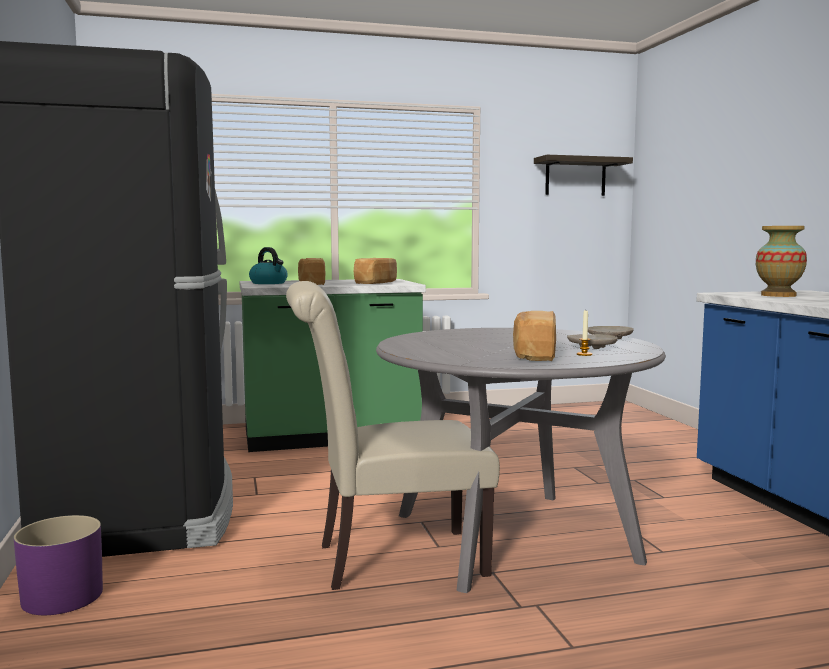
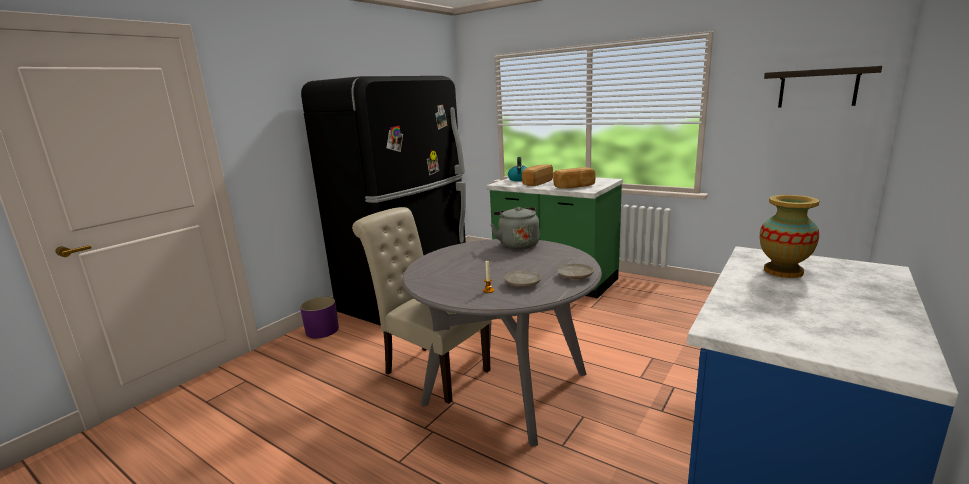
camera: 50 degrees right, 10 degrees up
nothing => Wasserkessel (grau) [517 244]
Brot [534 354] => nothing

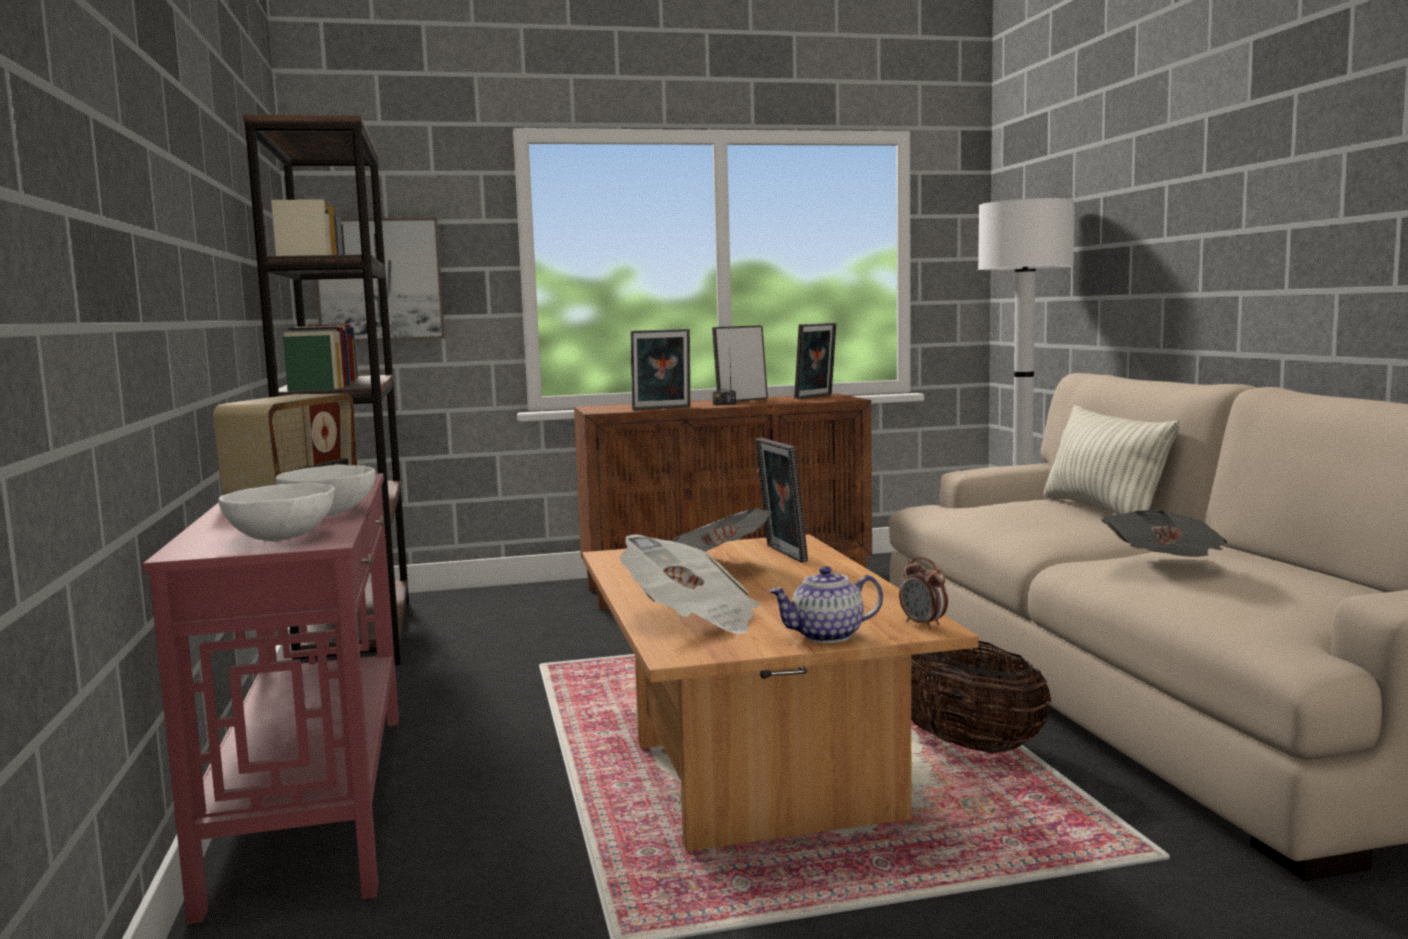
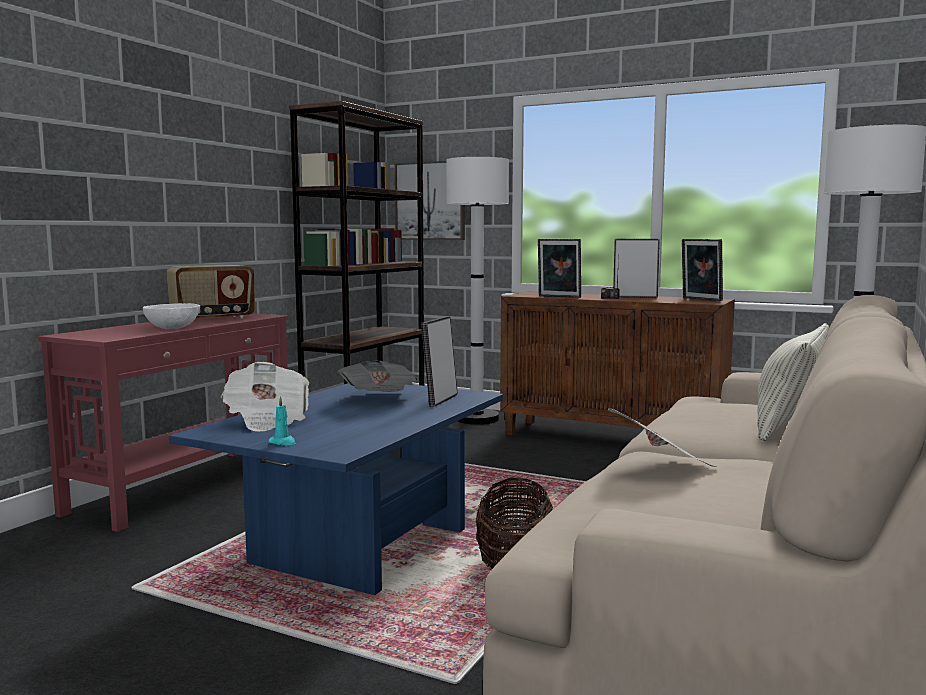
camera: 40 degrees right, 0 degrees up
Couchtisch (braun) [752 779] => Couchtisch (blau) [357 544]
Teekanne [826 636] => Kerze (türkis) [283 442]
nothing => Stehlampe (weiß) [476 419]
Bilderrahmen [816 396] => Bilderrahmen [700 299], 60 degrees clockwise
Schüssel (weiß) [282 538] => nothing
Wecker [923 624] => nothing

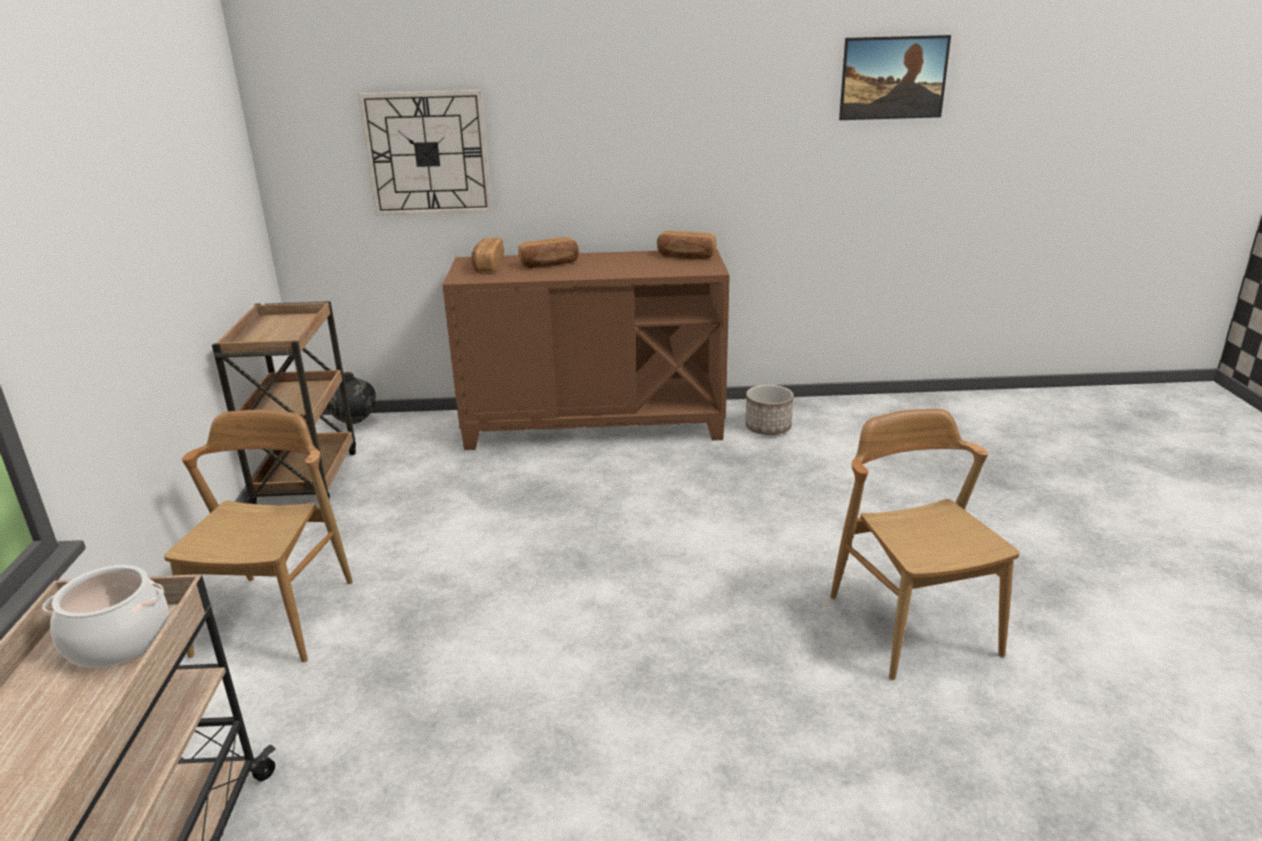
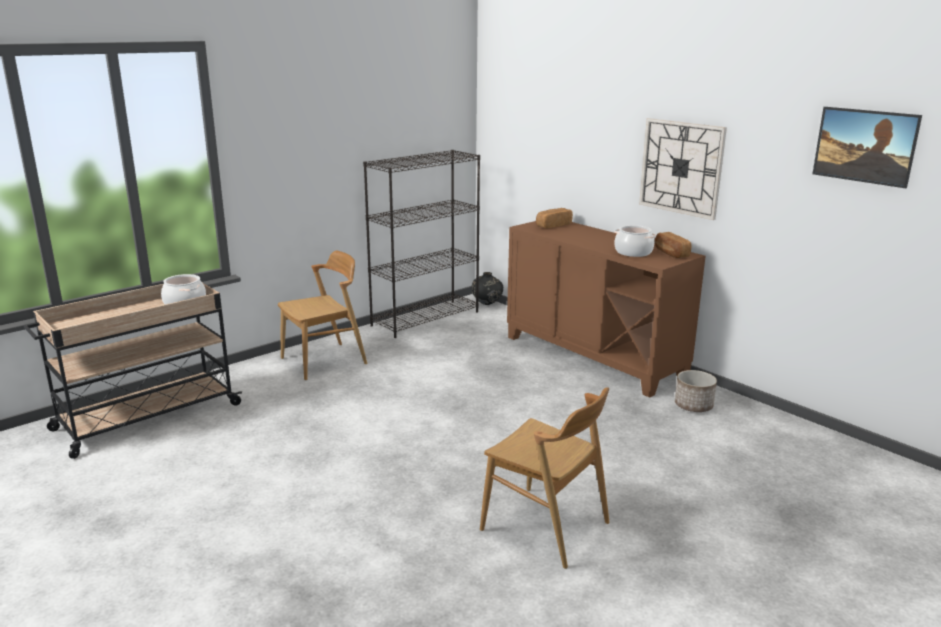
camera: 50 degrees right, 5 degrees down
Rollwagen (braun) [307 478] => Bücherregal (schwarz) [426 318]
Stuhl (braun) [913 625] => Stuhl (braun) [545 526], 90 degrees clockwise
nothing => Kochtopf [633 252]
Wanduhr [427 154] => Wanduhr [681 167], move
Brot [549 264] => nothing

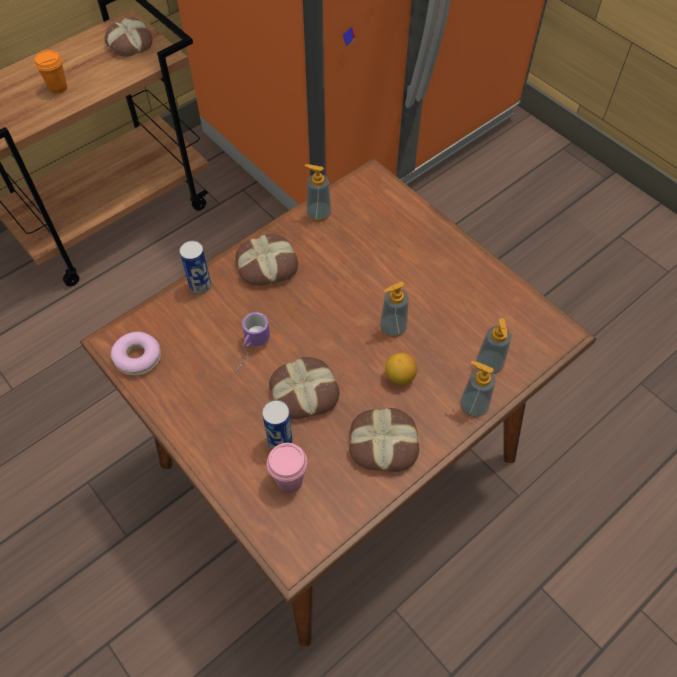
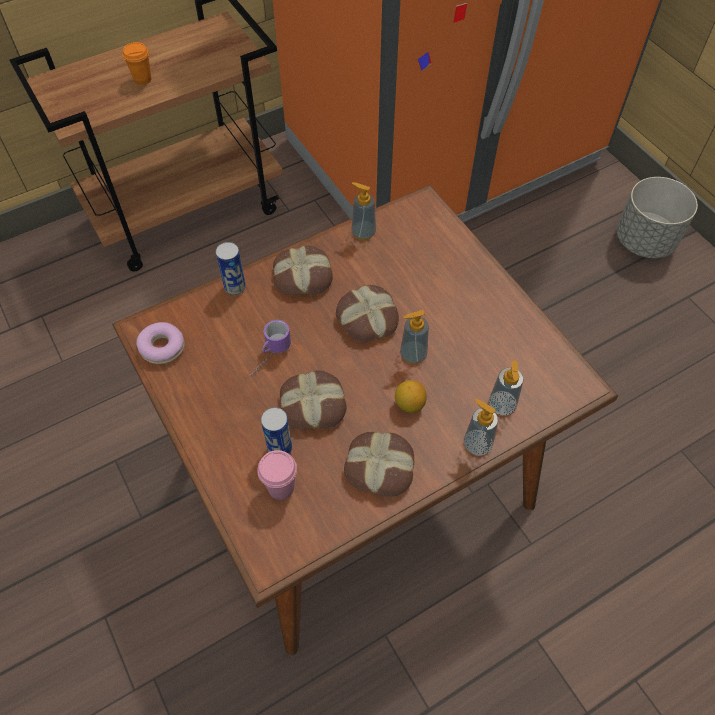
camera: 10 degrees right, 0 degrees up
Brot [129 44] => Brot [366 319], move
nothing => Pflanzkübel (grau) [645 241]

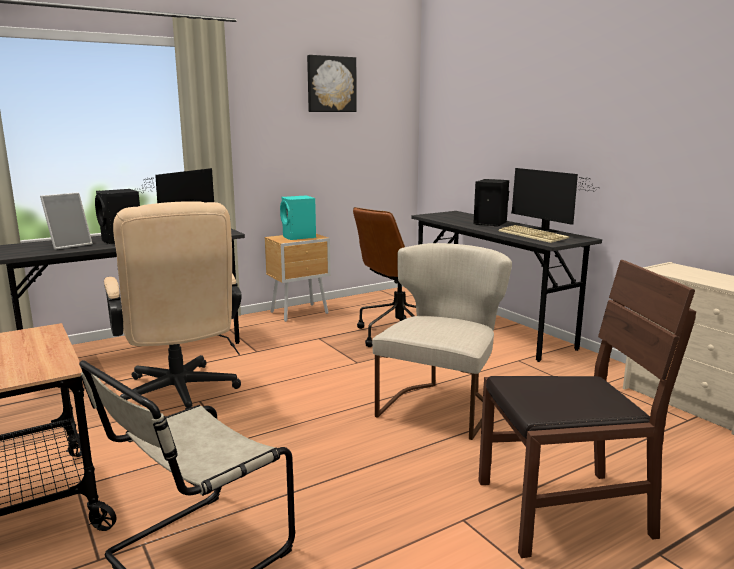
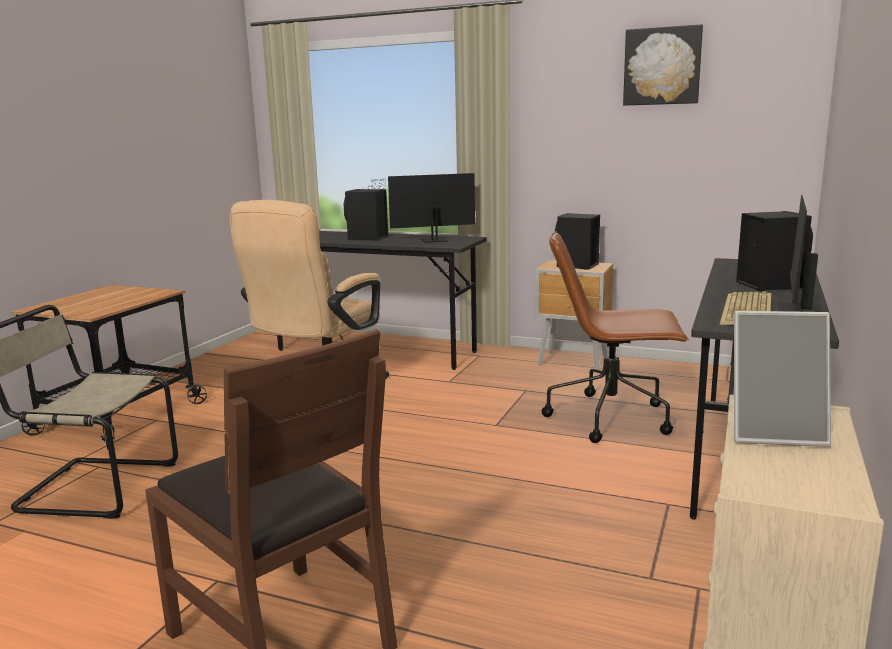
camera: 55 degrees right, 0 degrees up
Lautsprecher (türkis) [299 237] => Lautsprecher (schwarz) [576 266]
Bilderrahmen [69 245] => Bilderrahmen [774 433], move
Stuhl (beige) [441 405] => nothing

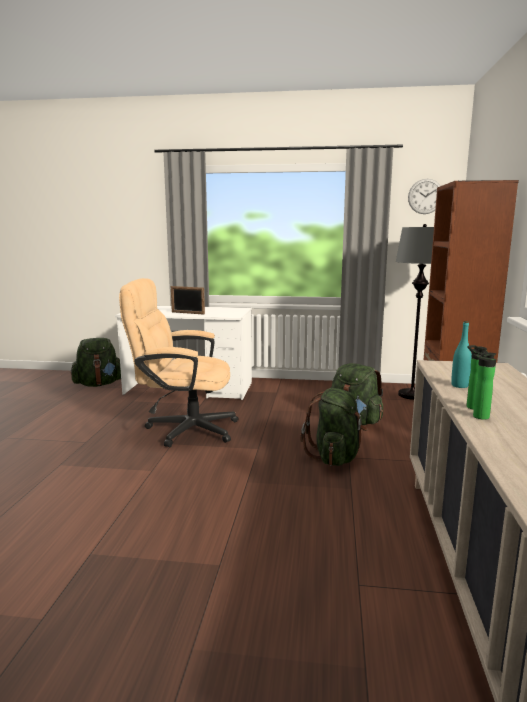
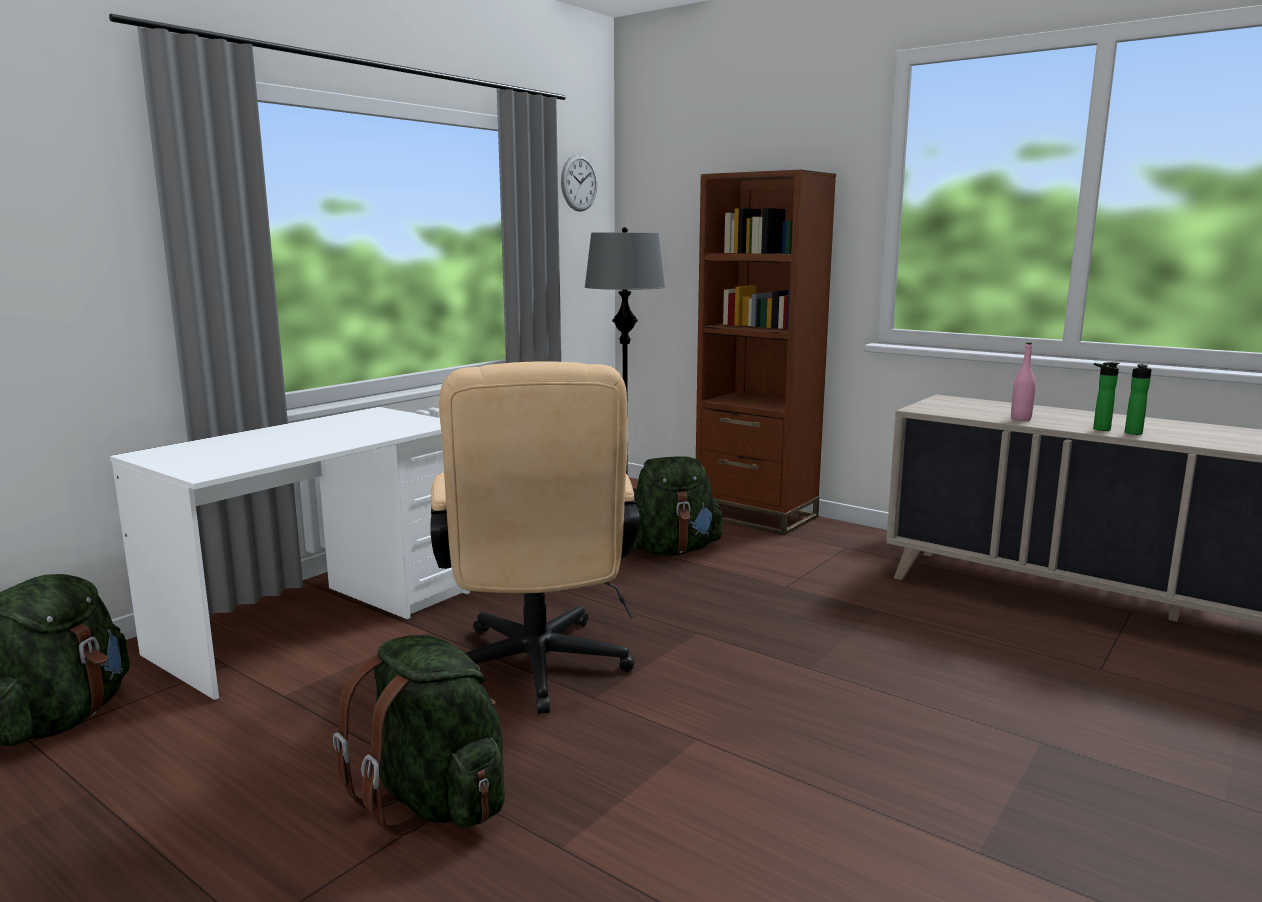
camera: 60 degrees left, 0 degrees up
Rucksack (grün) [335 457] => Rucksack (grün) [434 800], move
Bürostuhl (beige) [183 429] => Bürostuhl (beige) [536 673], 45 degrees counterclockwise
Flasche (türkis) [459 385] => Flasche (rosa) [1020 419]
Bilderrahmen [187 313] => nothing

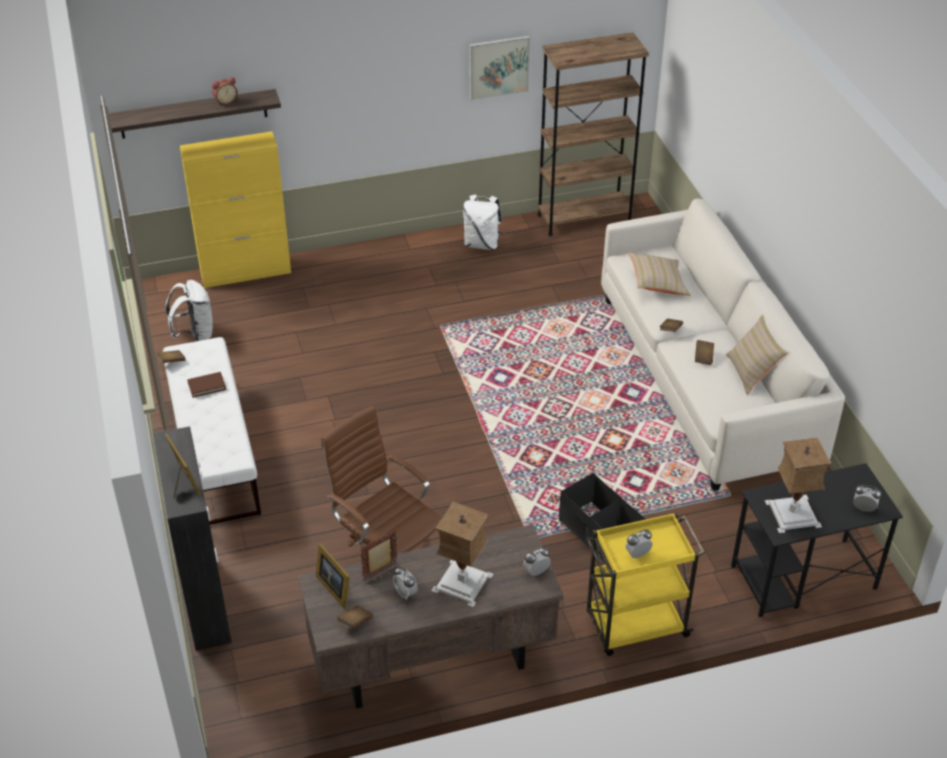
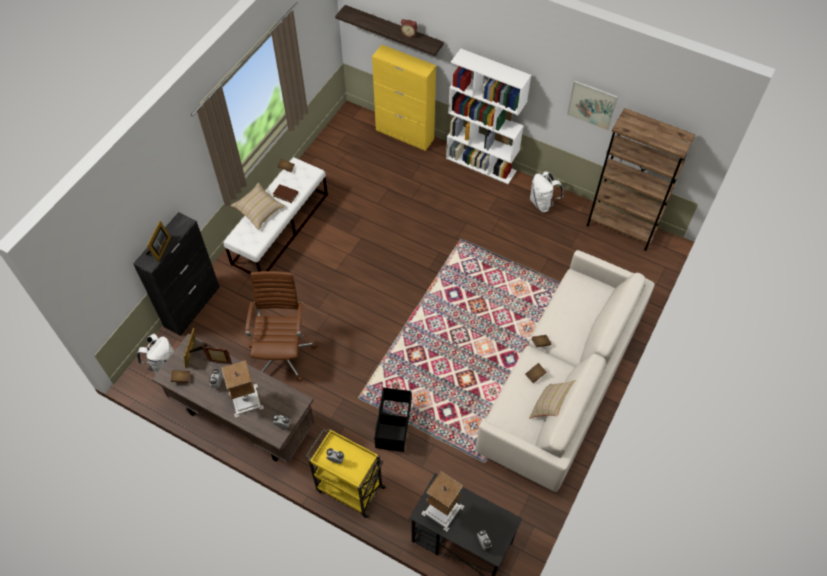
camera: 45 degrees right, 15 degrees up
Rucksack (weiß) [195 335] => Rucksack (weiß) [163 365], move
Kissen (beige) [657 283] => Kissen (beige) [259 211], move
nothing => Bücherregal (weiß) [481 164]

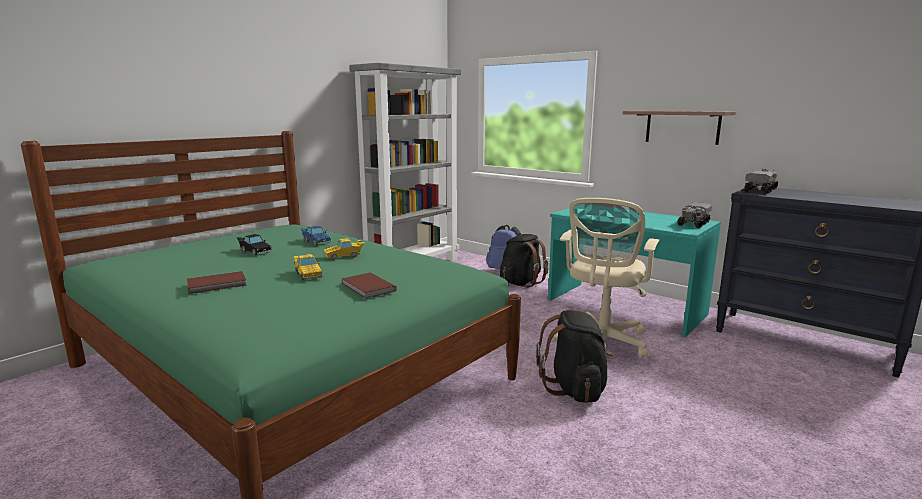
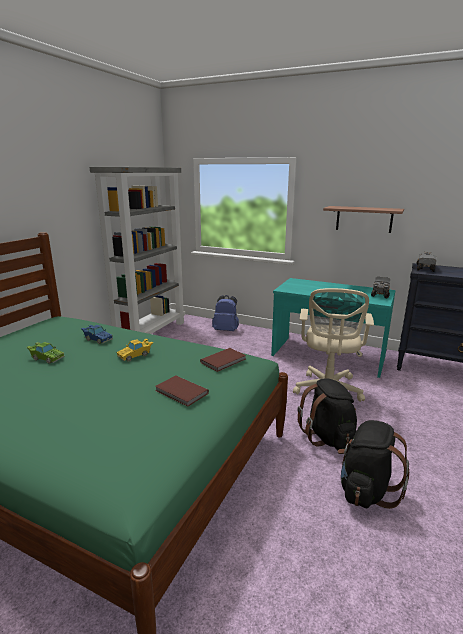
camera: 15 degrees left, 5 degrees up
Spielzeugauto (schwarz) [254 251] => Spielzeugauto (grün) [46 358]
Buch (braun) [218 285] => Buch (braun) [224 361], move
Rucksack (schwarz) [521 283] => Rucksack (schwarz) [365 490], move
Spielzeugauto (gelb) [308 274] => nothing

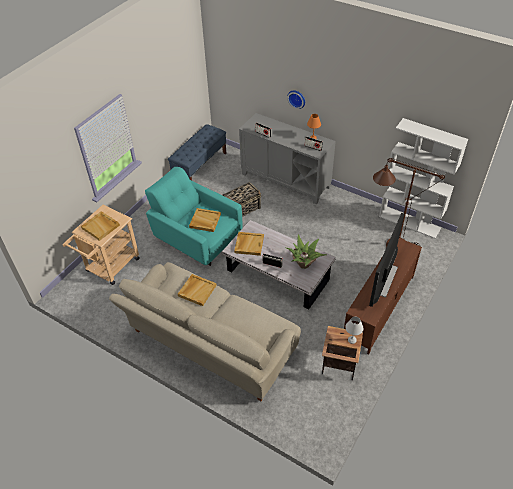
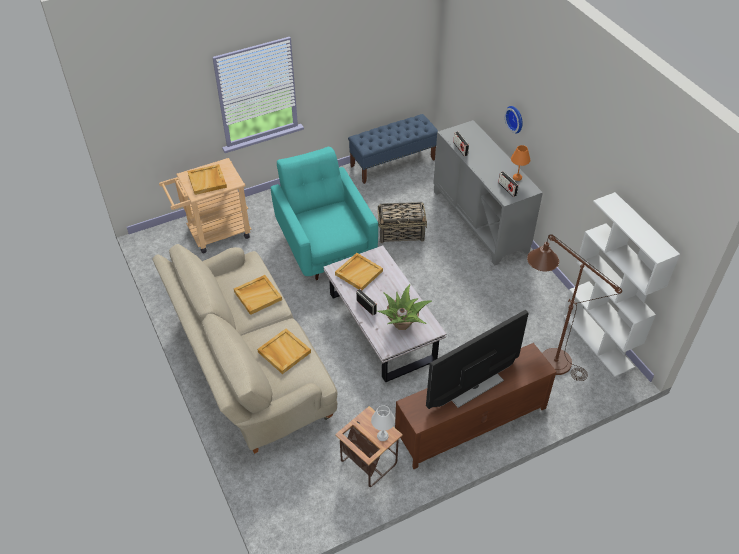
camera: 30 degrees right, 0 degrees up
Tablett (beige) [205 221] => Tablett (beige) [283 352], move

